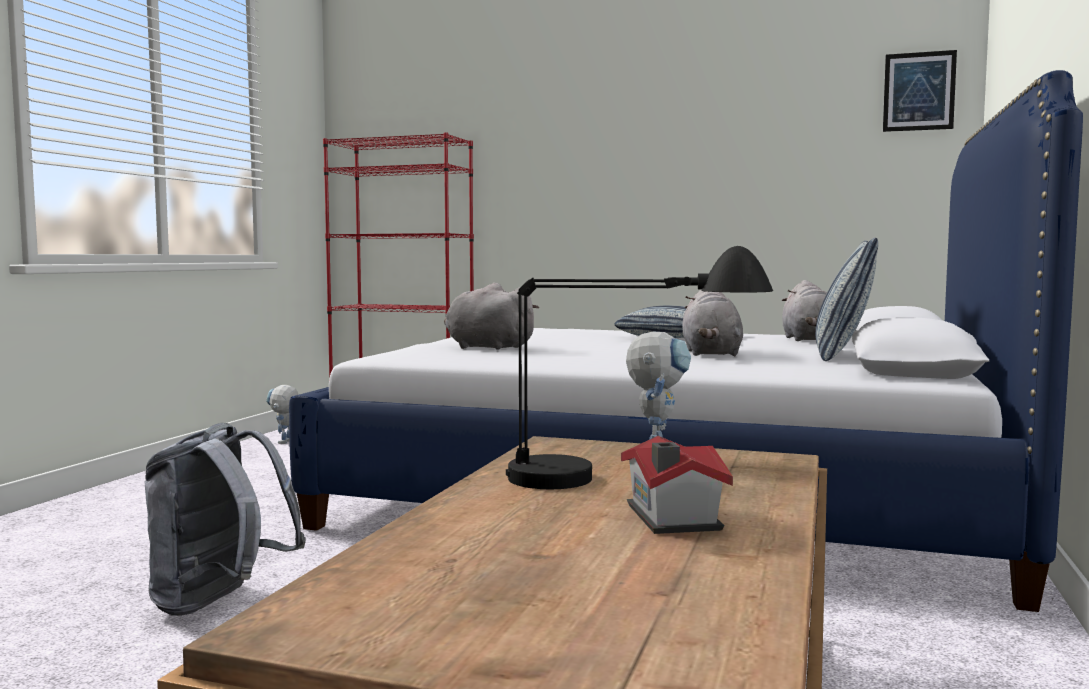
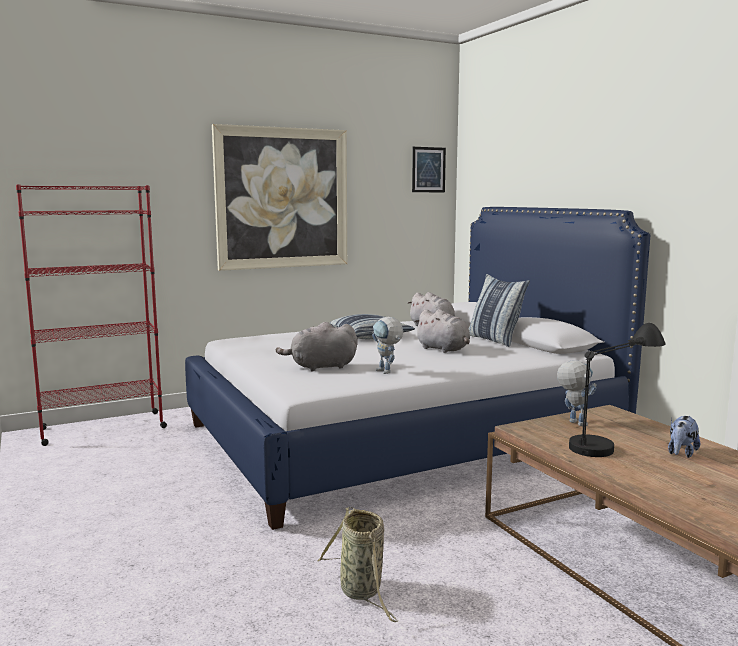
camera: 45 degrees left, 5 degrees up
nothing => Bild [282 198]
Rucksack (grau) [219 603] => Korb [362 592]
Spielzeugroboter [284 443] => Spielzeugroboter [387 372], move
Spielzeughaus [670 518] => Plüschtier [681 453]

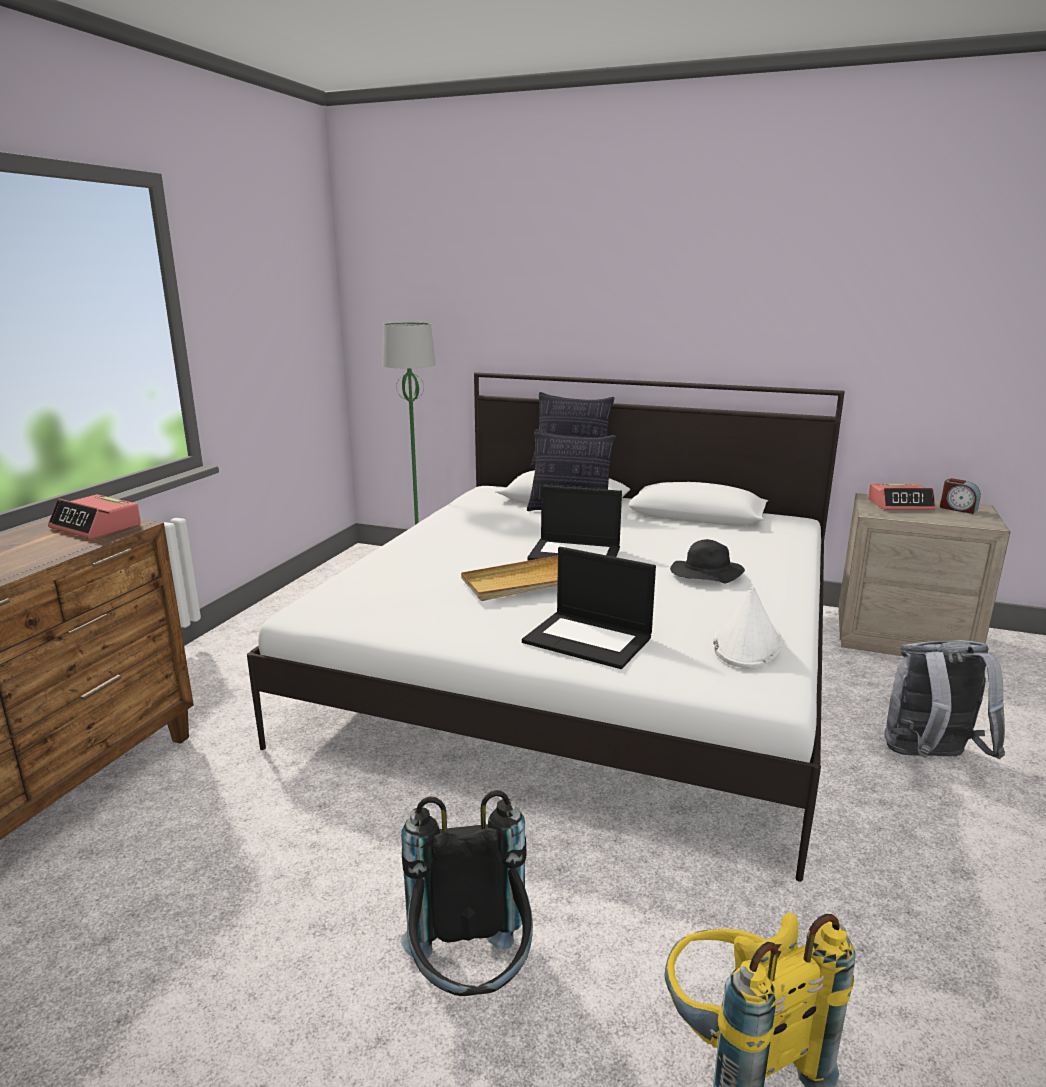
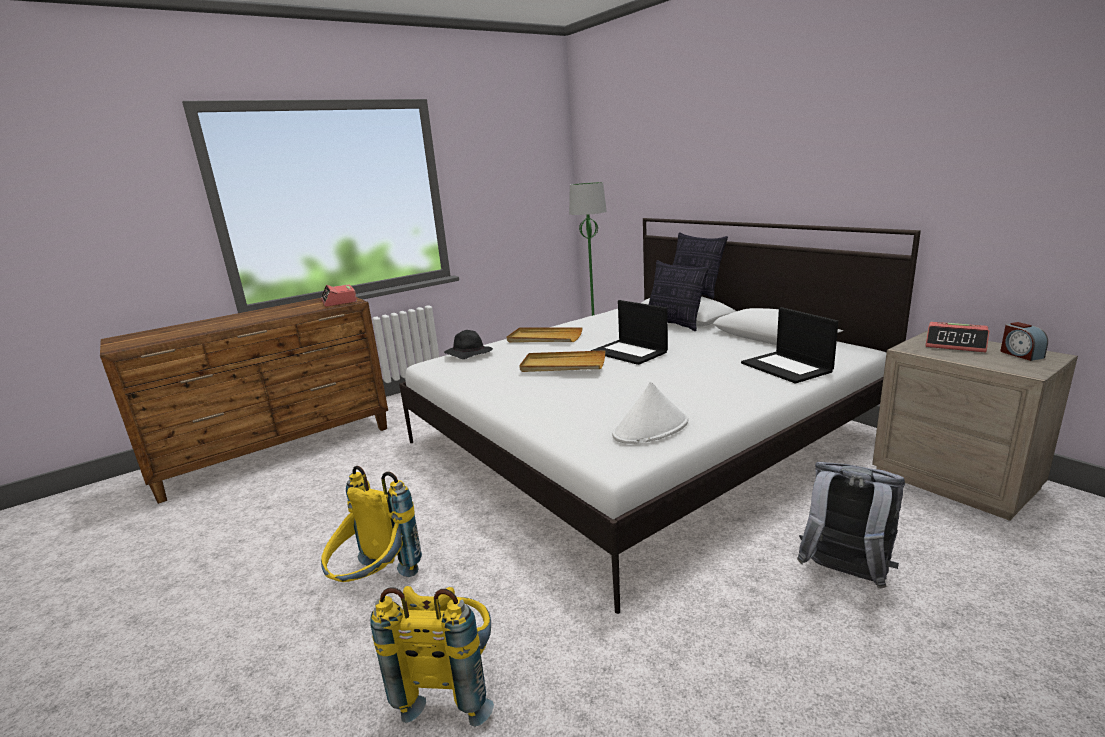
camera: 35 degrees right, 0 degrees up
Rucksack (schwarz) [471 980] => Rucksack (gelb) [375 584]
Hut (schwarz) [705 575] => Hut (schwarz) [468 354], move
nothing => Tablett (beige) [544 338]
Laptop [589 639] => Laptop [787 367], move

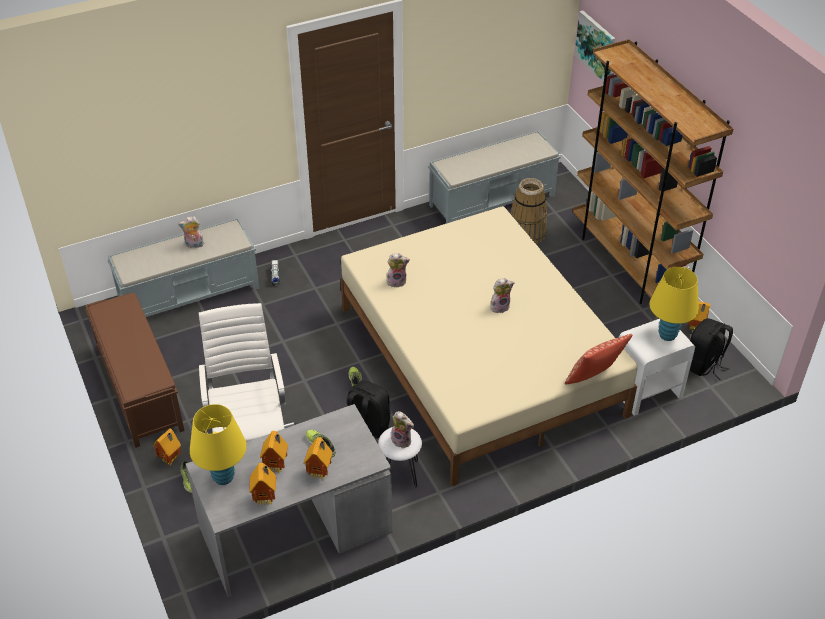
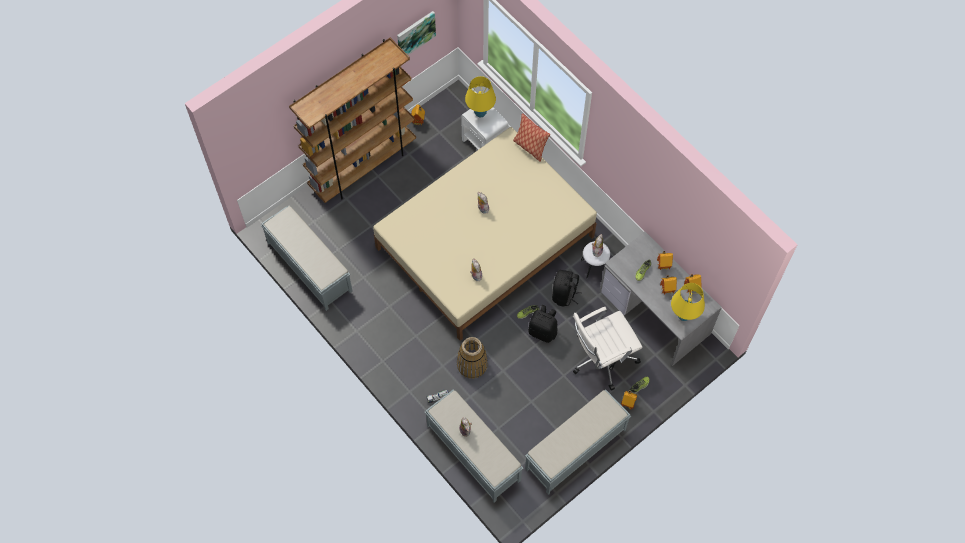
camera: 105 degrees left, 20 degrees up
Bild [596 46] => Bild [415 34], move
Korb [526 232] => Korb [472 364], move
Bank (braun) [139 388] => Bank (grau) [575 449]
Rucksack (schwarz) [704 365] => Rucksack (schwarz) [543 331], move

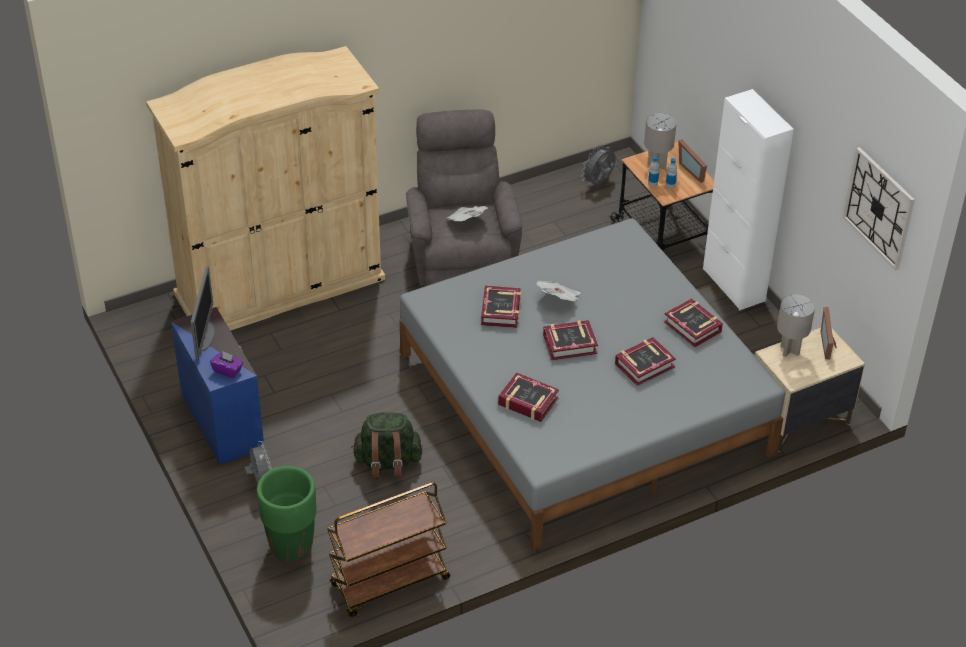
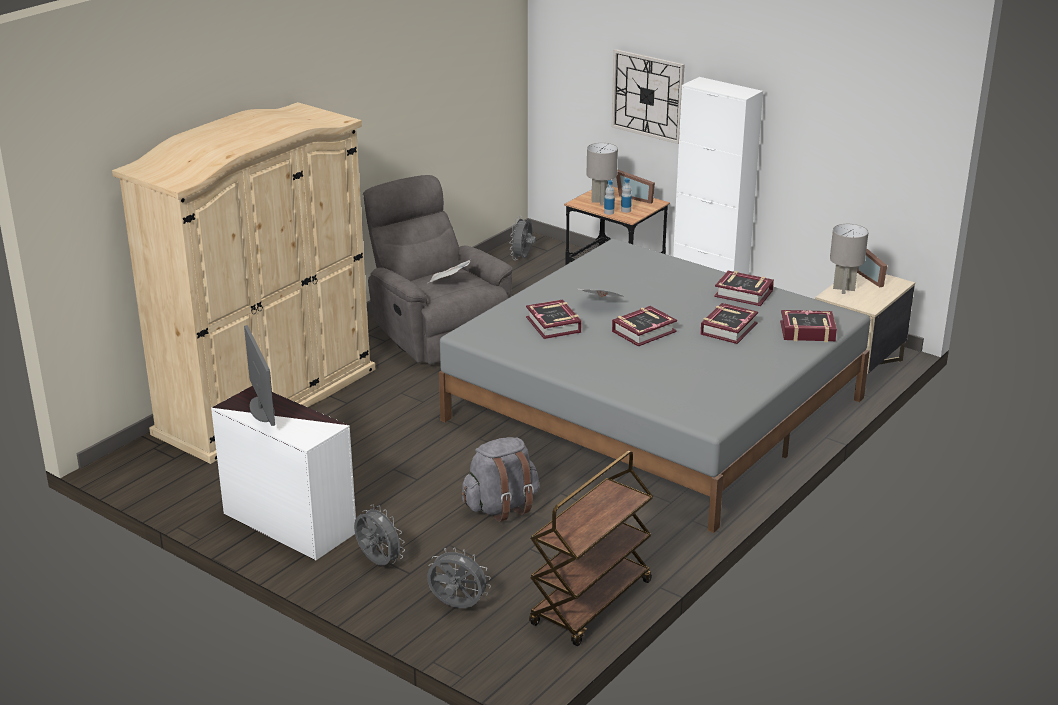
camera: 25 degrees left, 15 degrees down
Kommode (blau) [223 420] => Kommode (weiß) [289 522]
Pflanzkübel (grün) [291 546] => Ventilator (grau) [457 606]
Rucksack (grün) [387 463] => Rucksack (grau) [501 506]
Wanduhr [879 208] => Wanduhr [648 96], move
Buch [528 402] => Buch [807 332], move
Taschentuchbox (lila) [227 370] => nothing

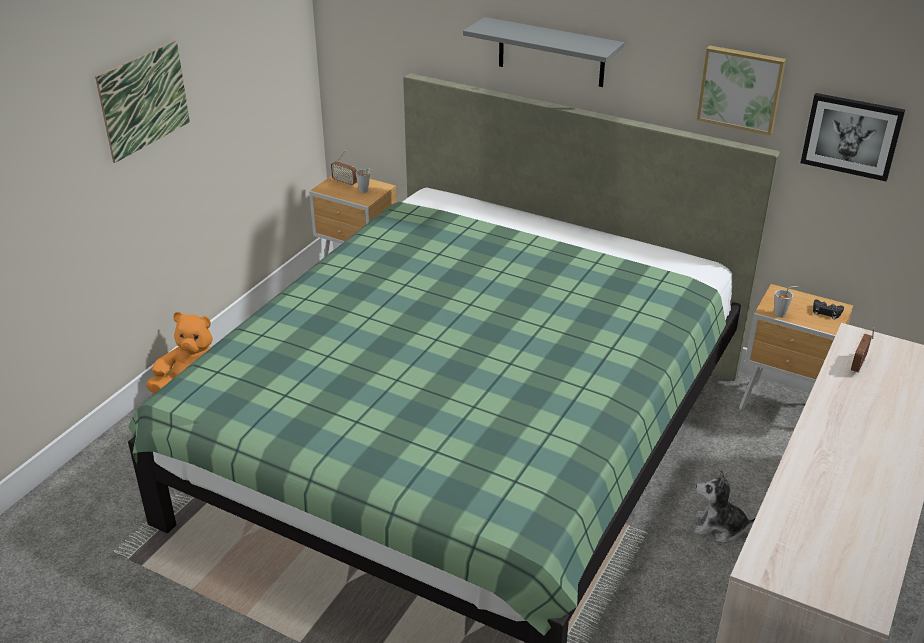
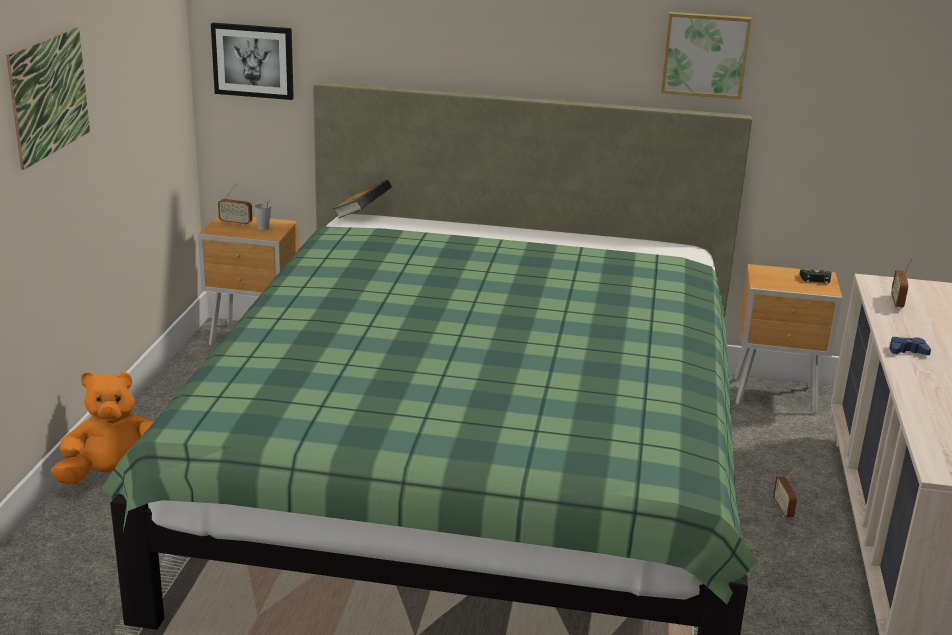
camera: 20 degrees left, 10 degrees down
Bild [851 136] => Bild [253 60], move
nothing => Buch [362 215]
Plüschtier [719 528] => Radio [783 509]
nothing => Gamepad (blau) [907 351]
Wandregal (grau) [551 52] => nothing
Tasse (grau) [782 314] => nothing

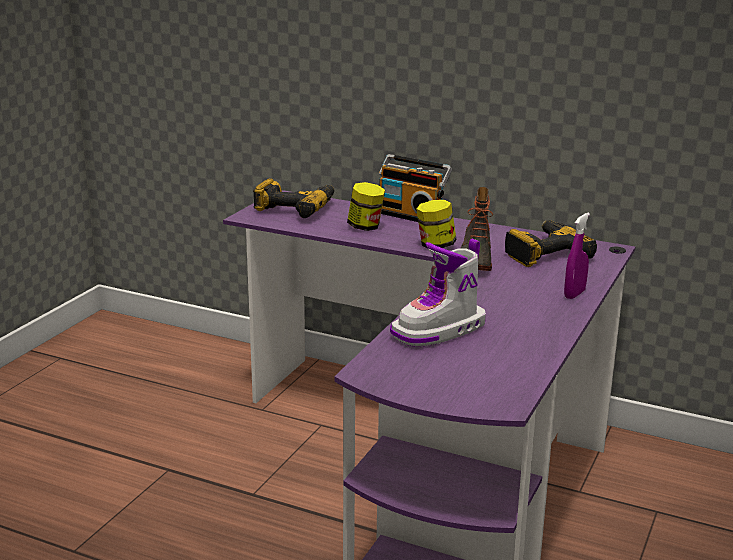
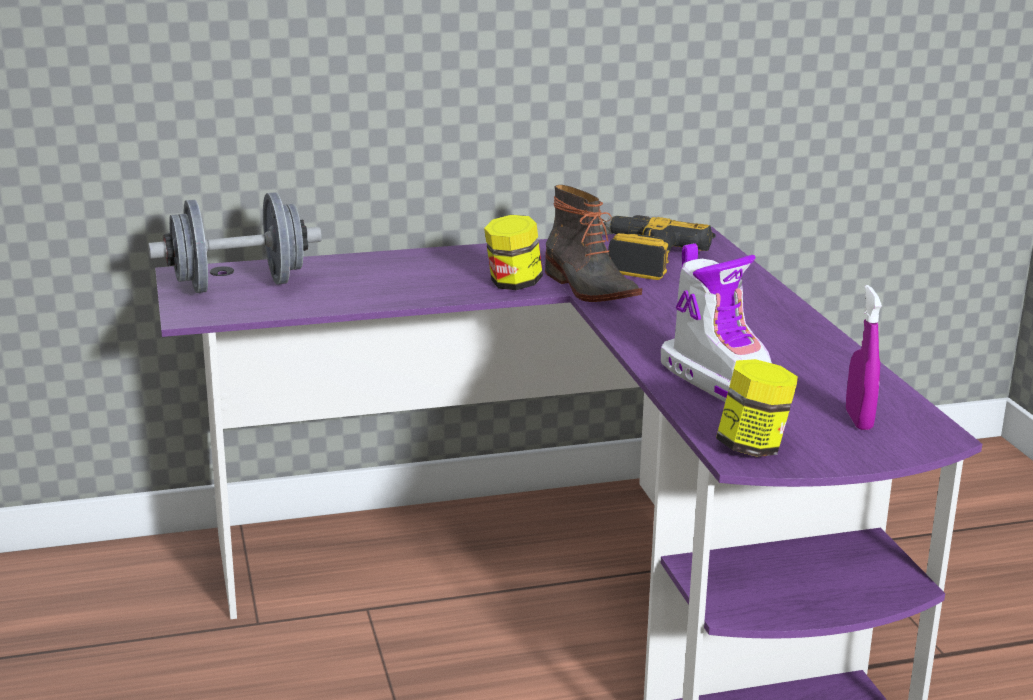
camera: 40 degrees left, 0 degrees up
Bohrmaschine [295 208] => Hantel (grau) [239 285]
Stiefel [440 331] => Stiefel [720 380], 45 degrees counterclockwise
Vorratsglas [365 227] => Vorratsglas [753 447], move
Sprühflasche (lila) [574 294] => Sprühflasche (lila) [858 420], move
Radio [412 215] => nothing

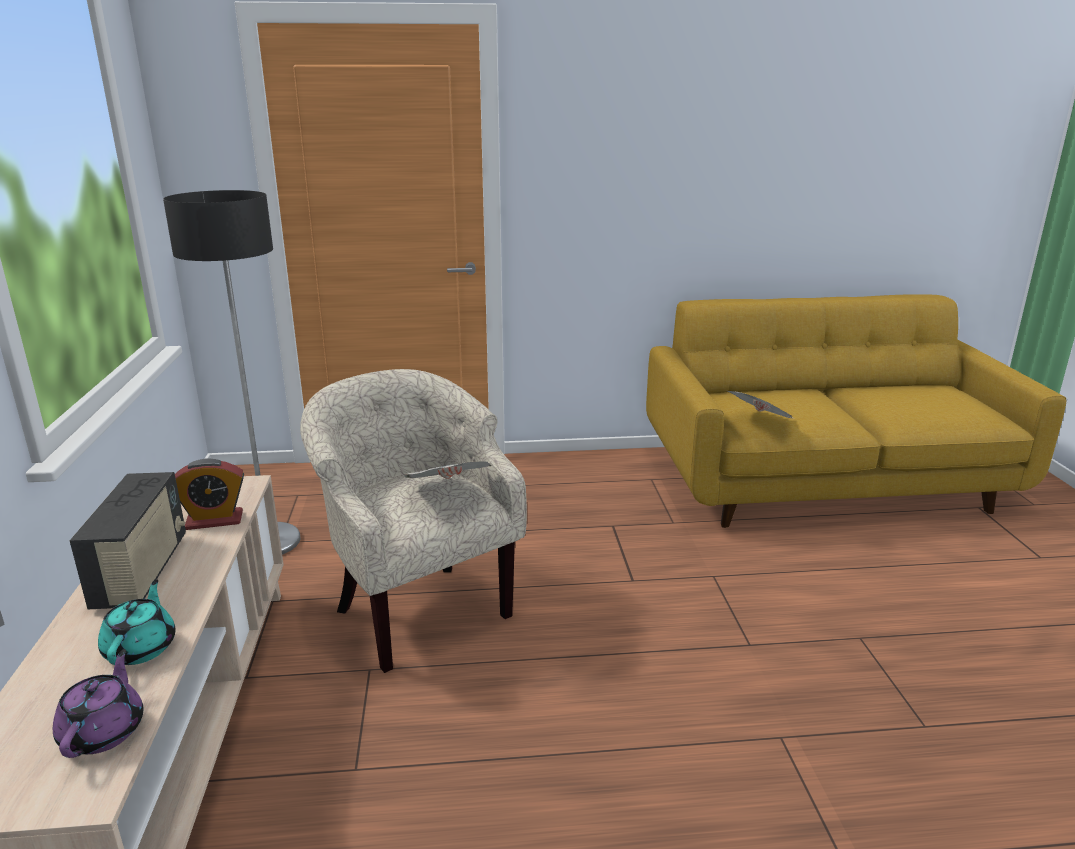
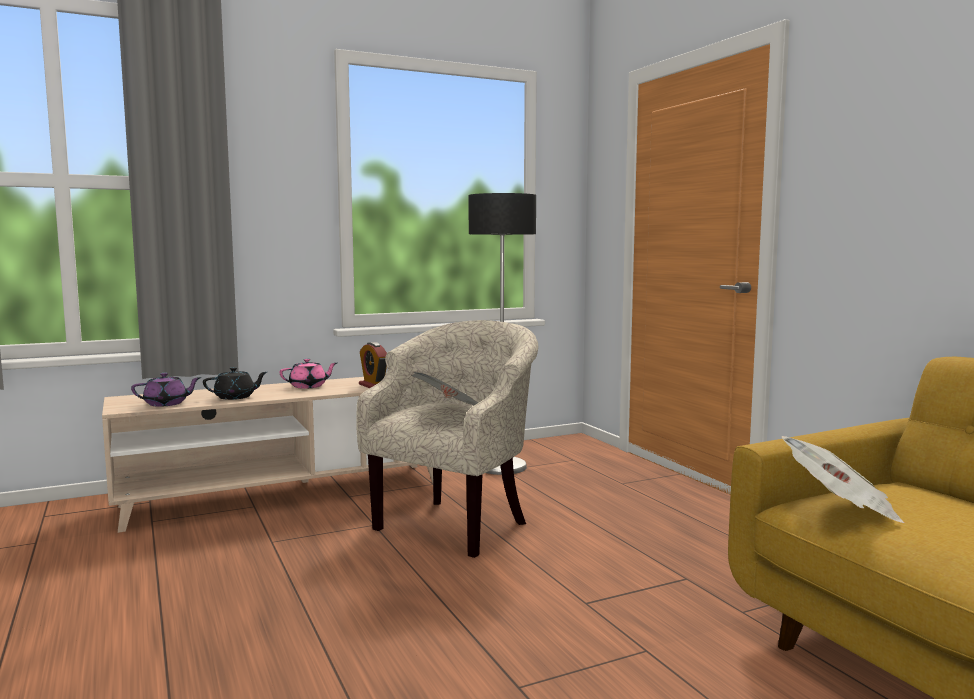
camera: 70 degrees right, 15 degrees down
Teekanne (türkis) [141 648] => Teekanne (schwarz) [235 397]
Radio [143 572] => Teekanne (rosa) [308 386]

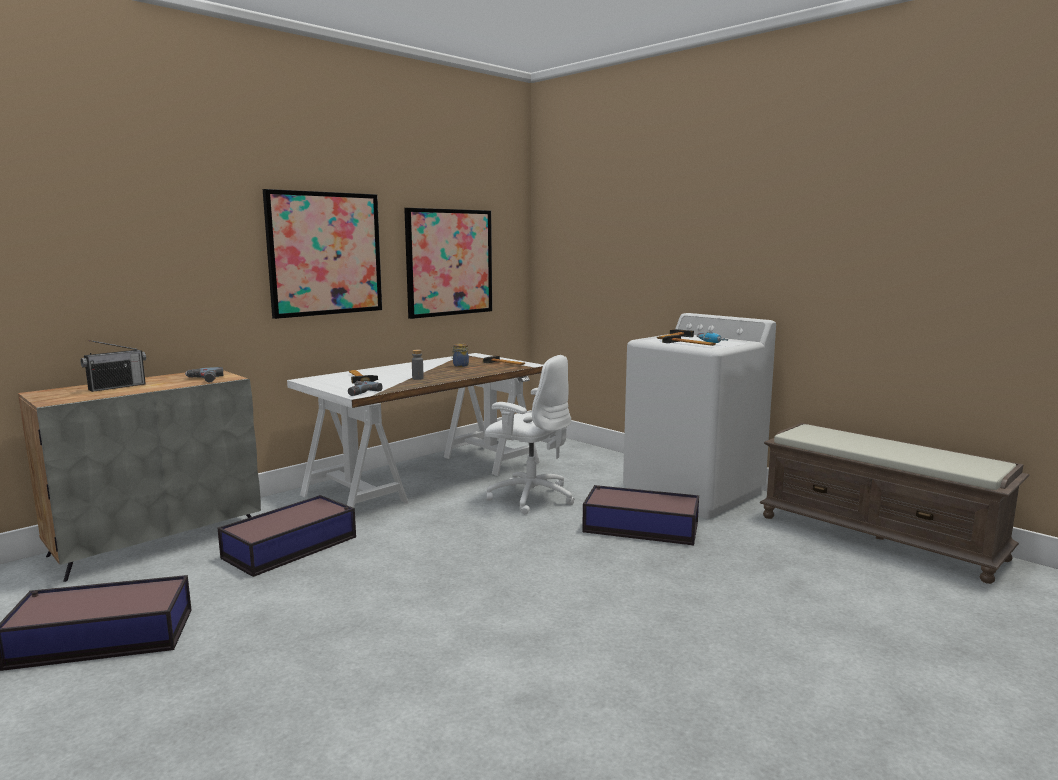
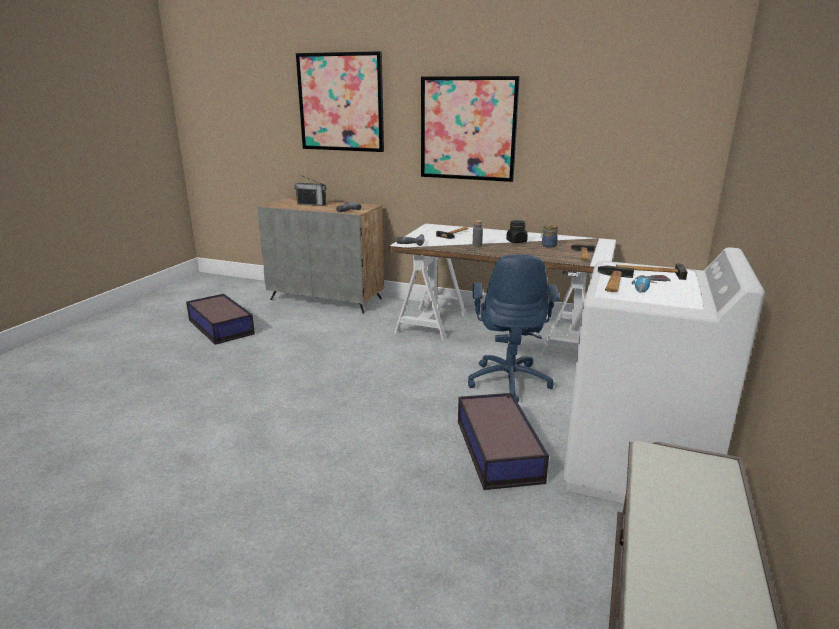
camera: 65 degrees right, 10 degrees up
Bild [449 262] => Bild [341 102], move
Bürostuhl (weiß) [530 497] => Bürostuhl (blau) [509 381]
nothing => Vorratsglas (schwarz) [516 241]
Aufbewahrungsbox [292 547] => nothing

